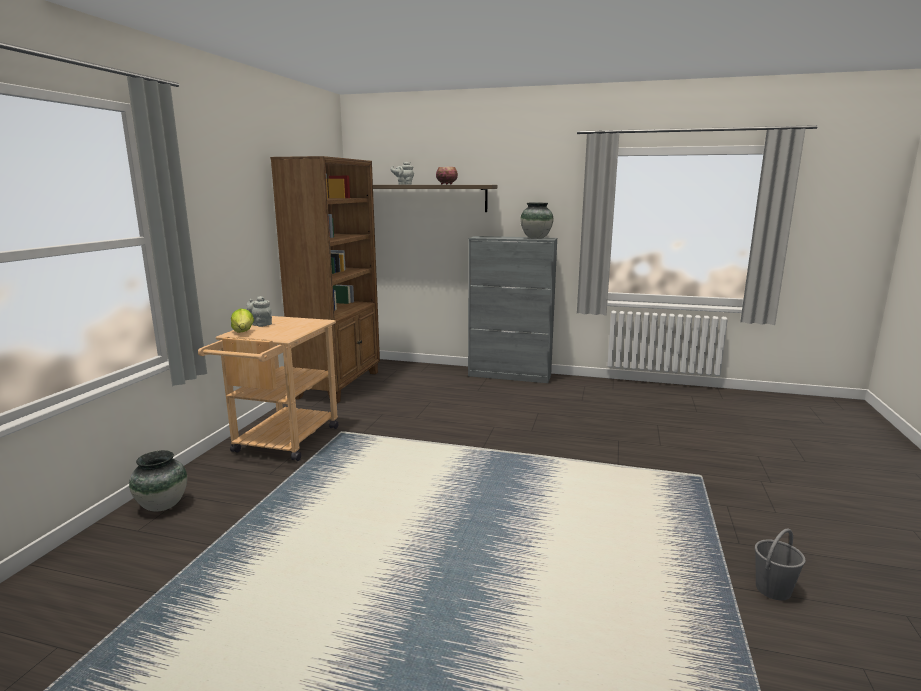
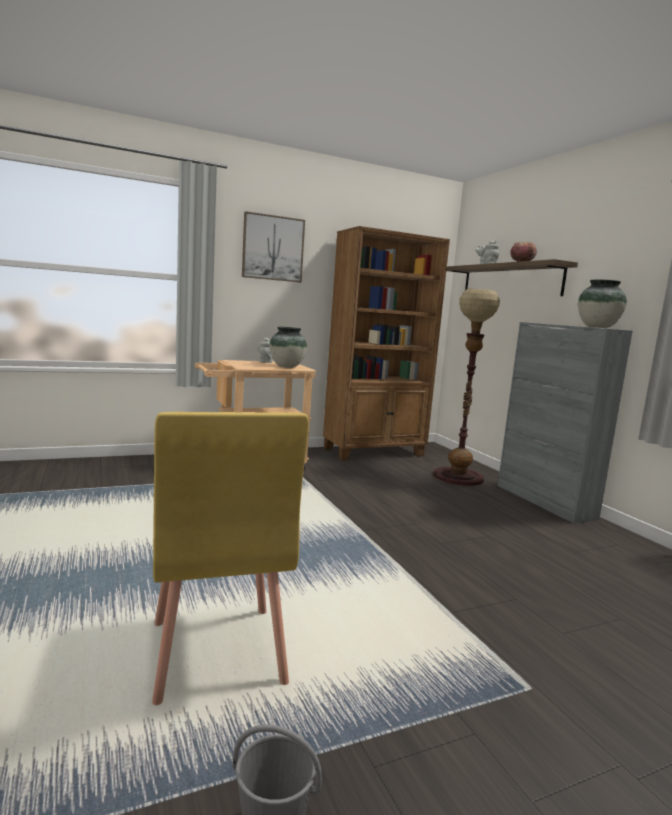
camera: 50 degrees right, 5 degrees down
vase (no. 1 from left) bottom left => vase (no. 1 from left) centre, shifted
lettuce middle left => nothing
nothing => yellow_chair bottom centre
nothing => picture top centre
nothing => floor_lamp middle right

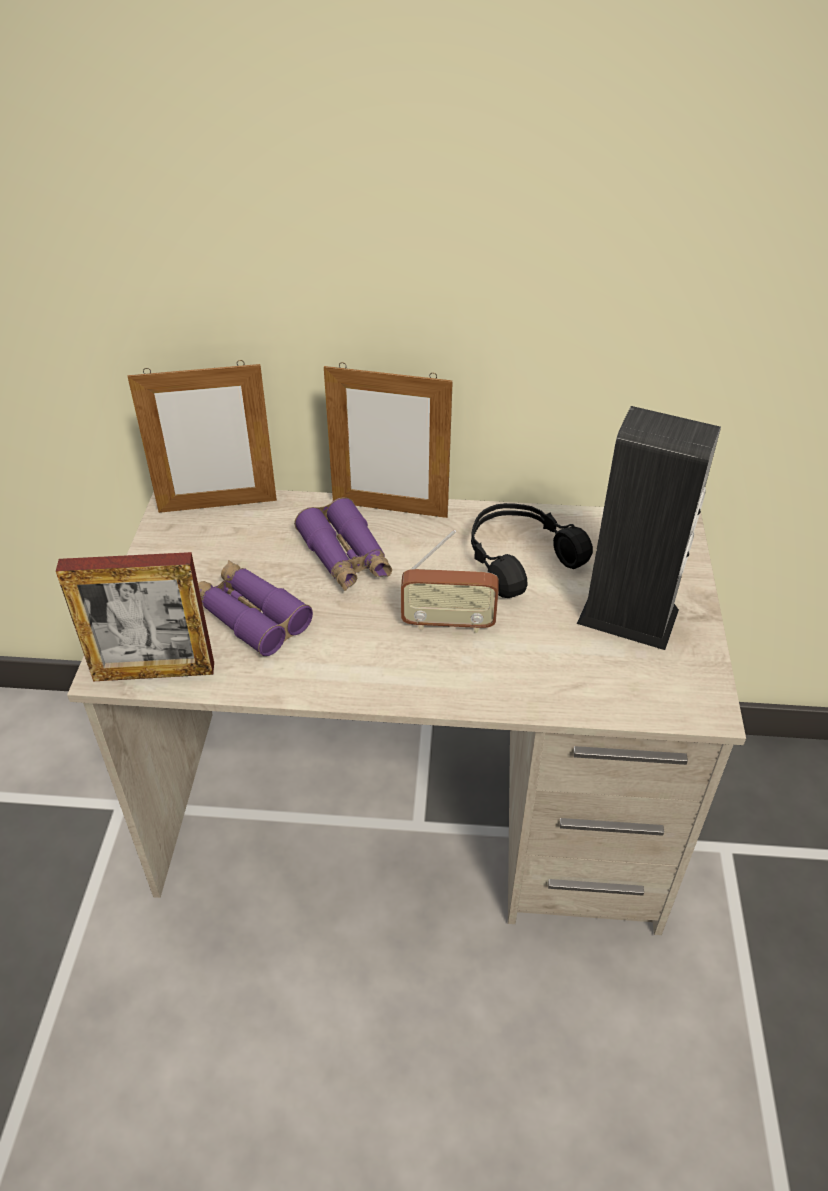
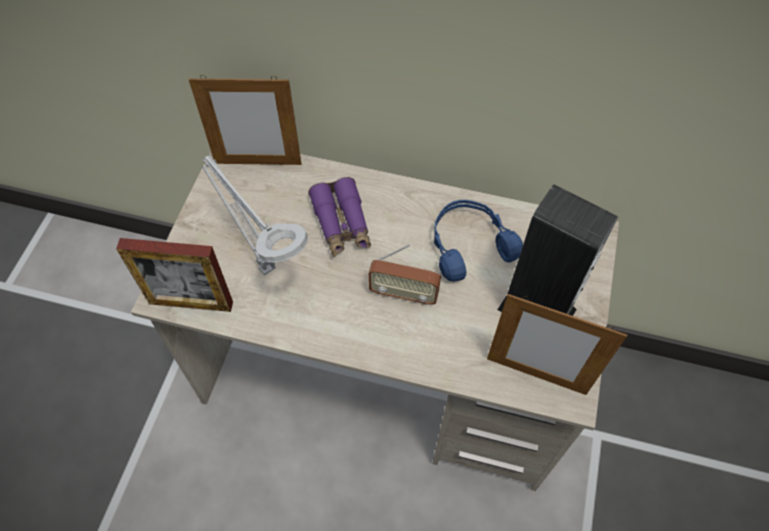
camera: 10 degrees right, 15 degrees up
purple_binoculars (no. 1 from left) middle left => grey_table_lamp middle left
picture_frame (no. 3 from left) centre => picture_frame (no. 3 from left) middle right, shifted
black_headphones centre => blue_headphones centre

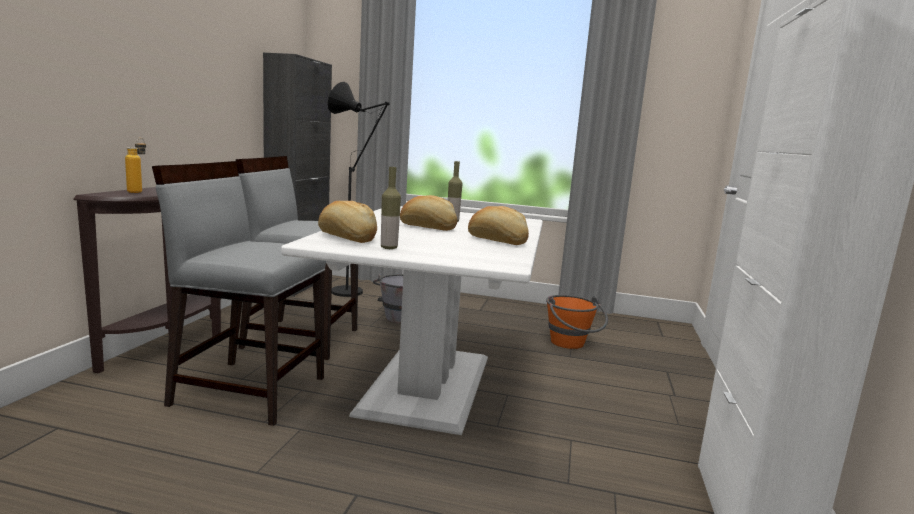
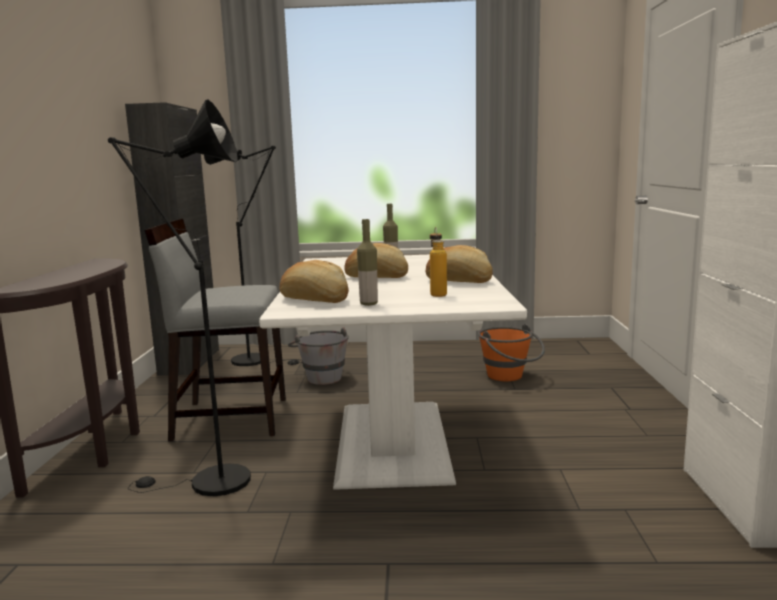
camera: 10 degrees left, 0 degrees up
bottle (no. 1 from left in the first image) top left => bottle (no. 3 from left) centre, shifted
grey_chair (no. 1 from left) middle left => black_floor_lamp (no. 1 from left) middle left

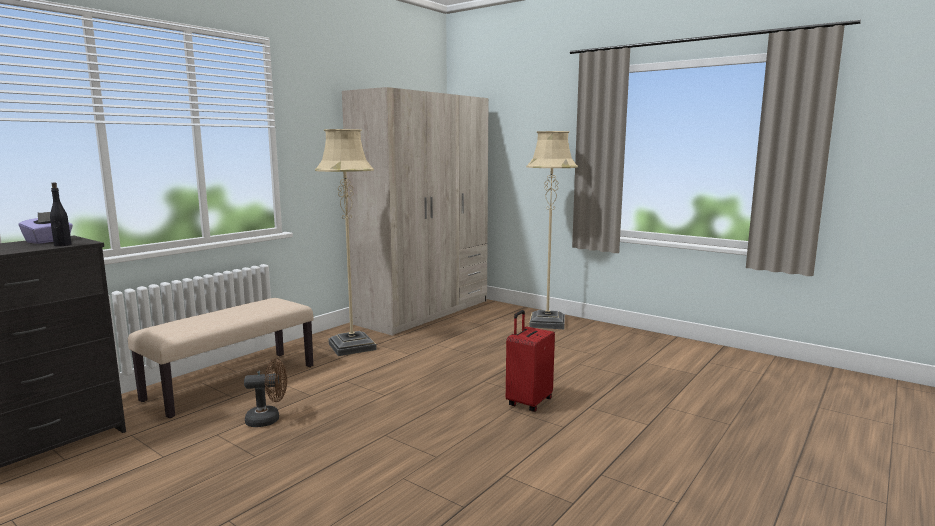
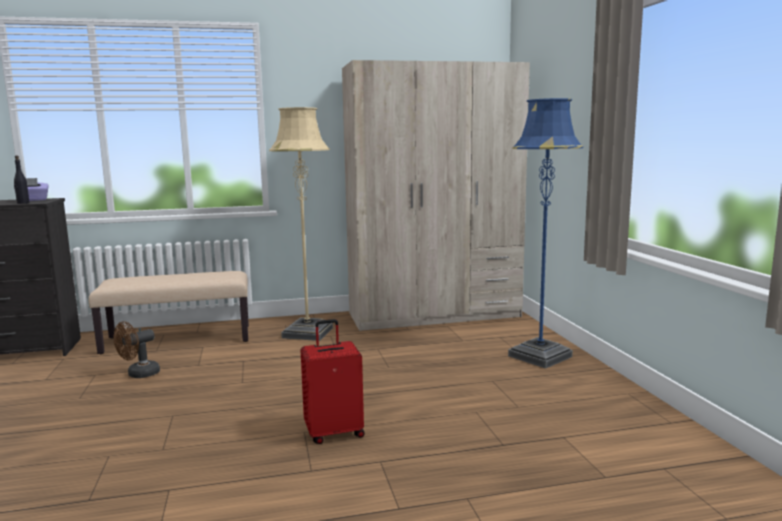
camera: 40 degrees right, 0 degrees up
brown_fan bottom left, 105 degrees clockwise
beige_floor_lamp (no. 2 from left) centre => blue_floor_lamp middle right

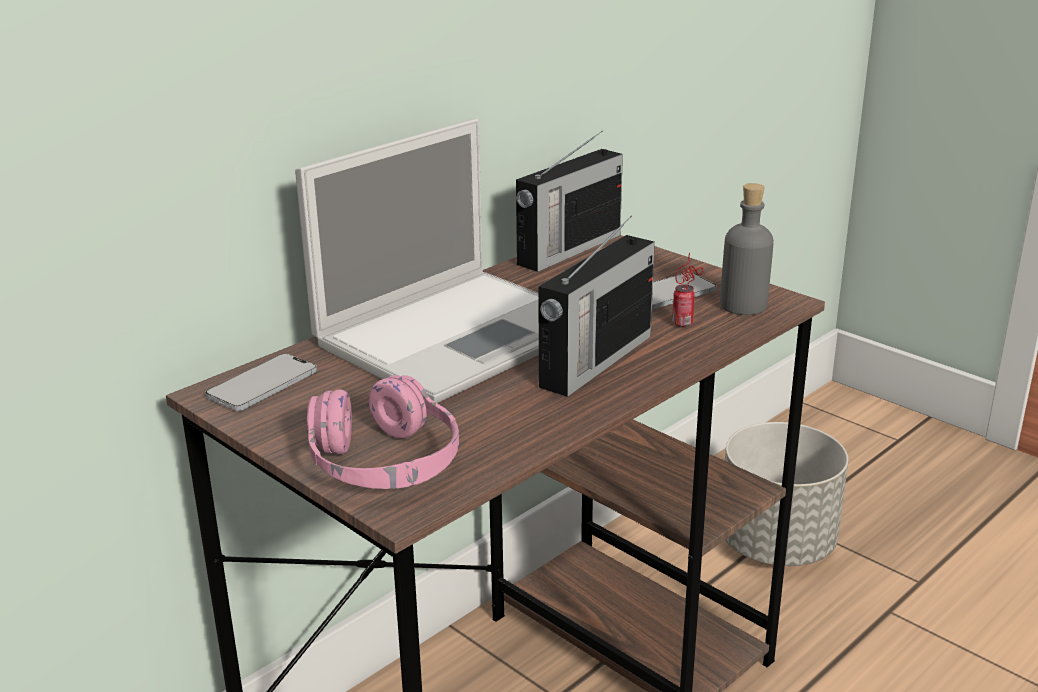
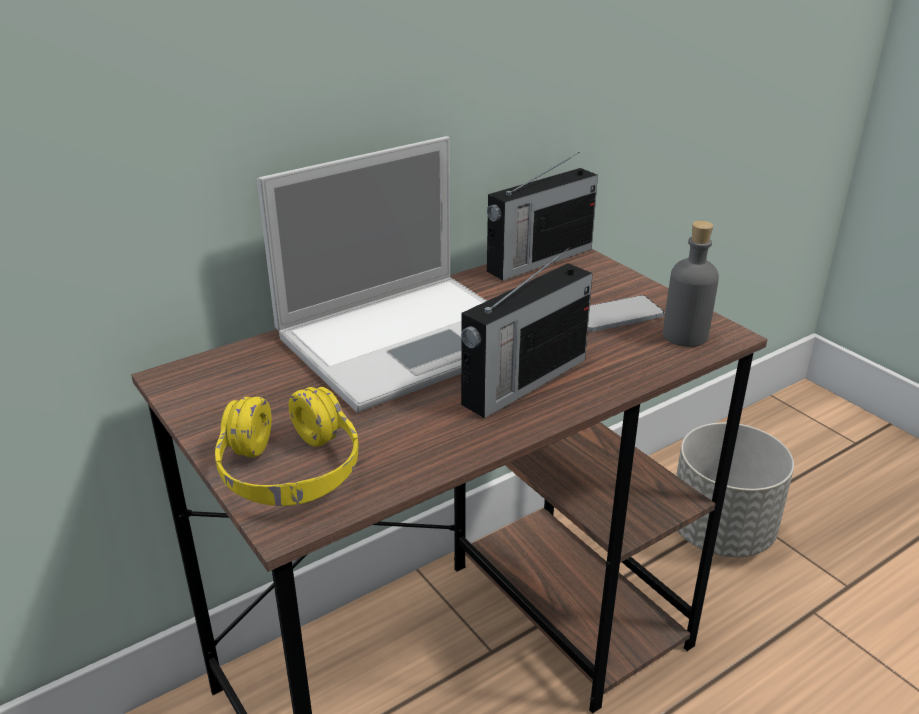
camera: 10 degrees right, 5 degrees up
phone (no. 1 from left) middle left => nothing
pink_headphones centre => yellow_headphones middle left
can centre => nothing

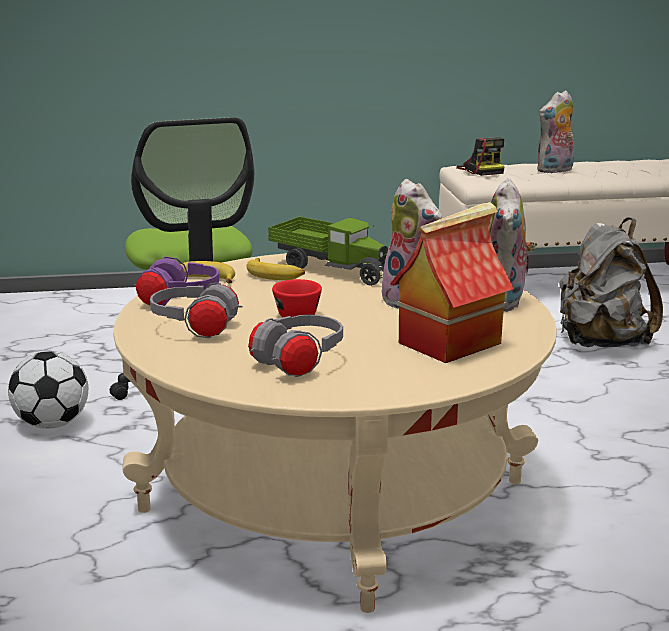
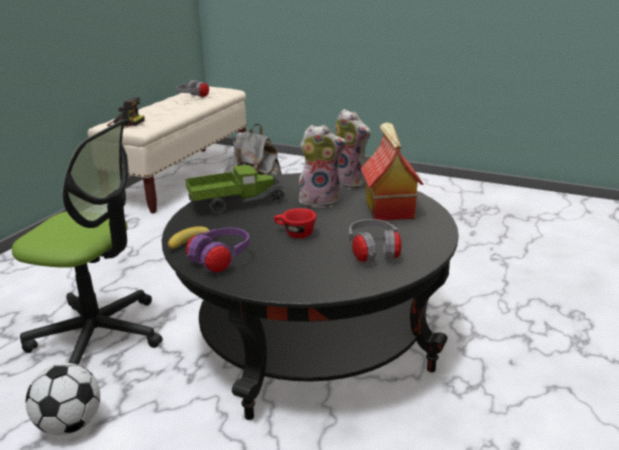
camera: 55 degrees left, 5 degrees up
beige_coffee_table bottom centre => black_coffee_table centre
grey_headphones (no. 1 from left) middle left => grey_headphones (no. 1 from left) top left, shifted
banana (no. 2 from left) centre => nothing
plush_toy (no. 3 from left) top right => nothing

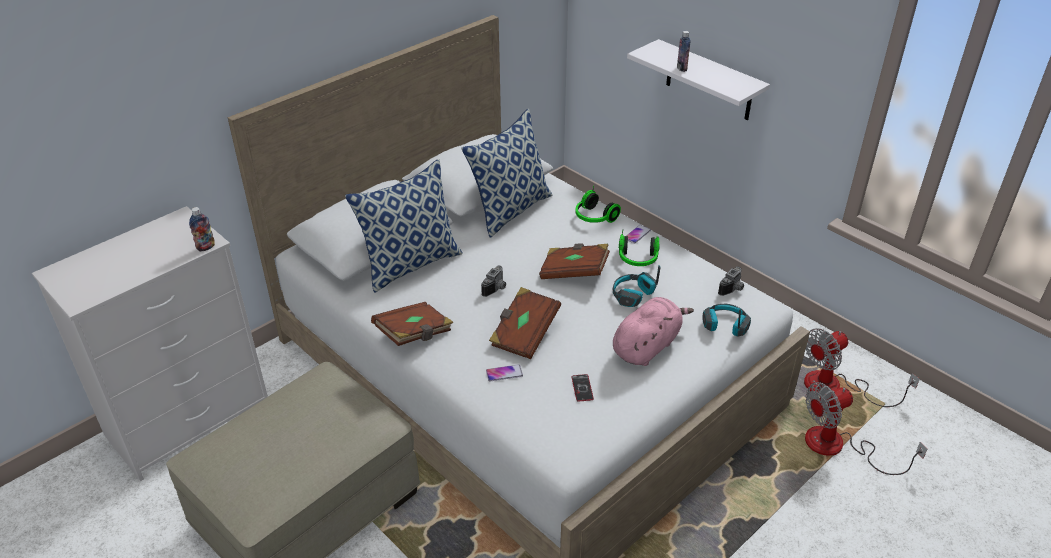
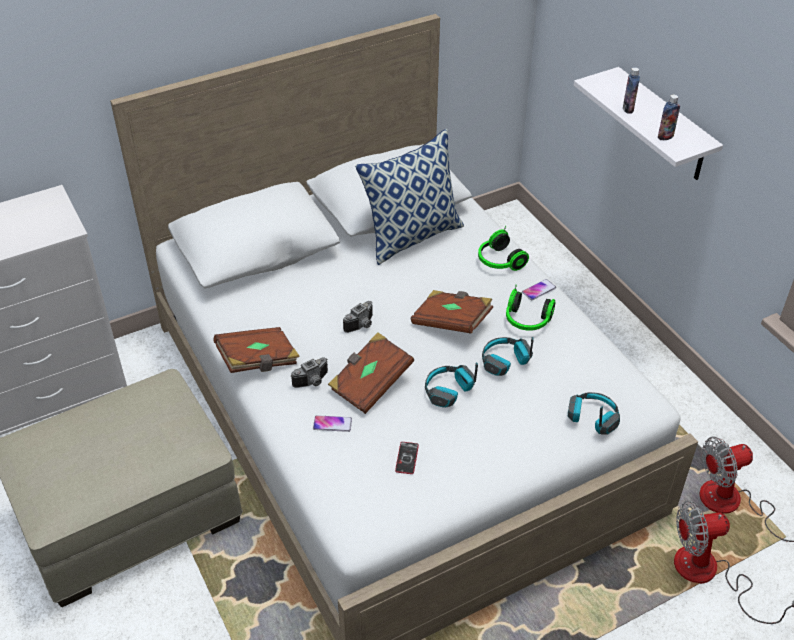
camera: 15 degrees right, 5 degrees up
bottle (no. 1 from left in the first image) middle left => bottle (no. 2 from left) top right, shifted
pillow (no. 1 from left) centre => nothing
pink_plush_toy centre => nothing
photo_camera (no. 2 from left in the first image) middle right => photo_camera (no. 1 from left) centre, shifted
nothing => headphones (no. 1 from left) centre

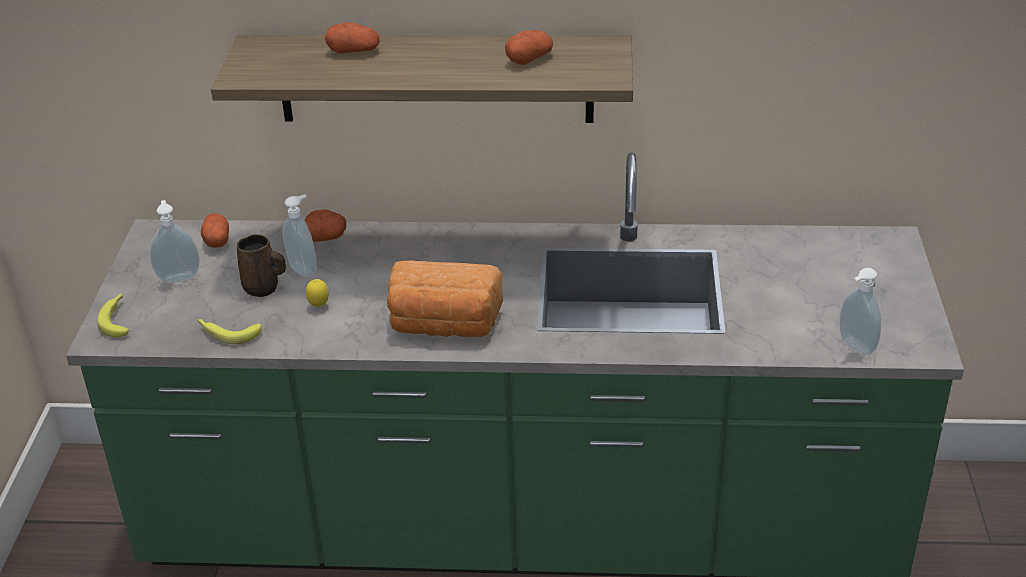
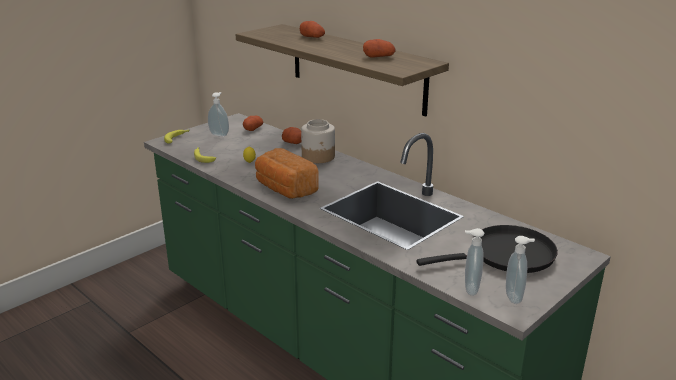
camera: 40 degrees right, 10 degrees down
brown_mug middle left => nothing
soap_dispenser (no. 2 from left in the first image) middle left => soap_dispenser (no. 3 from left) bottom right, shifted
nothing => jar centre
nothing => black_frying_pan middle right

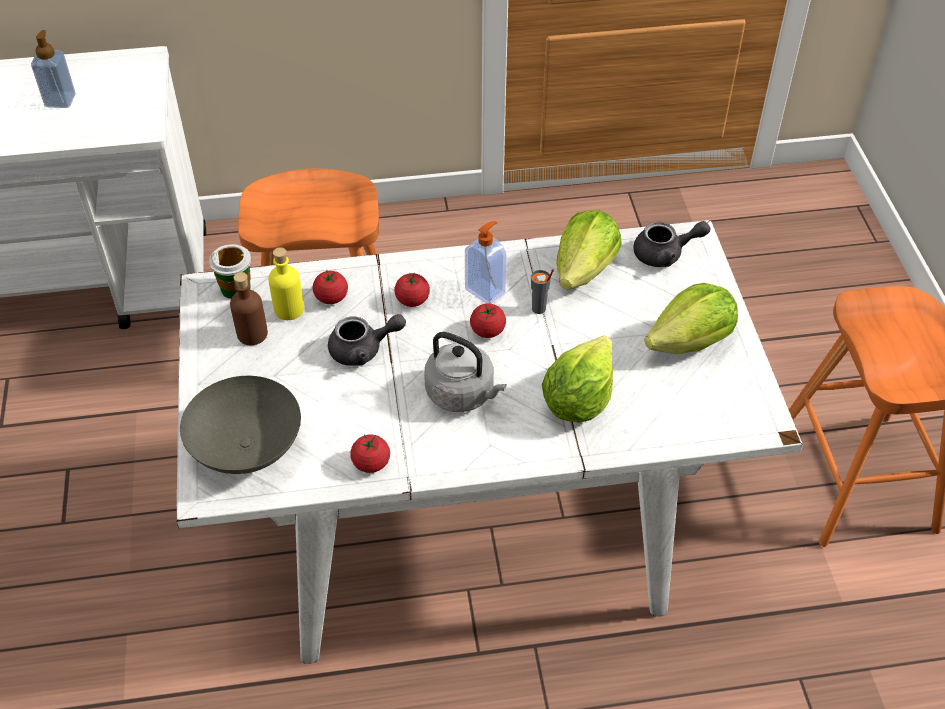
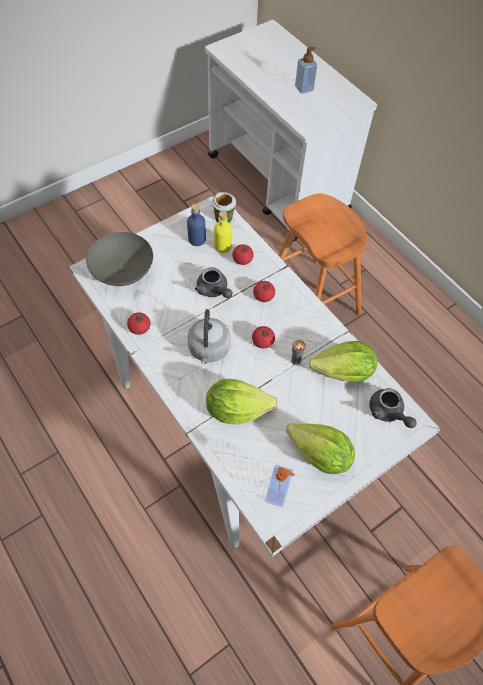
camera: 60 degrees right, 10 degrees up
brown_bottle middle left => blue_bottle top centre
soap_dispenser (no. 2 from left in the first image) centre => soap_dispenser (no. 1 from left) bottom centre, shifted

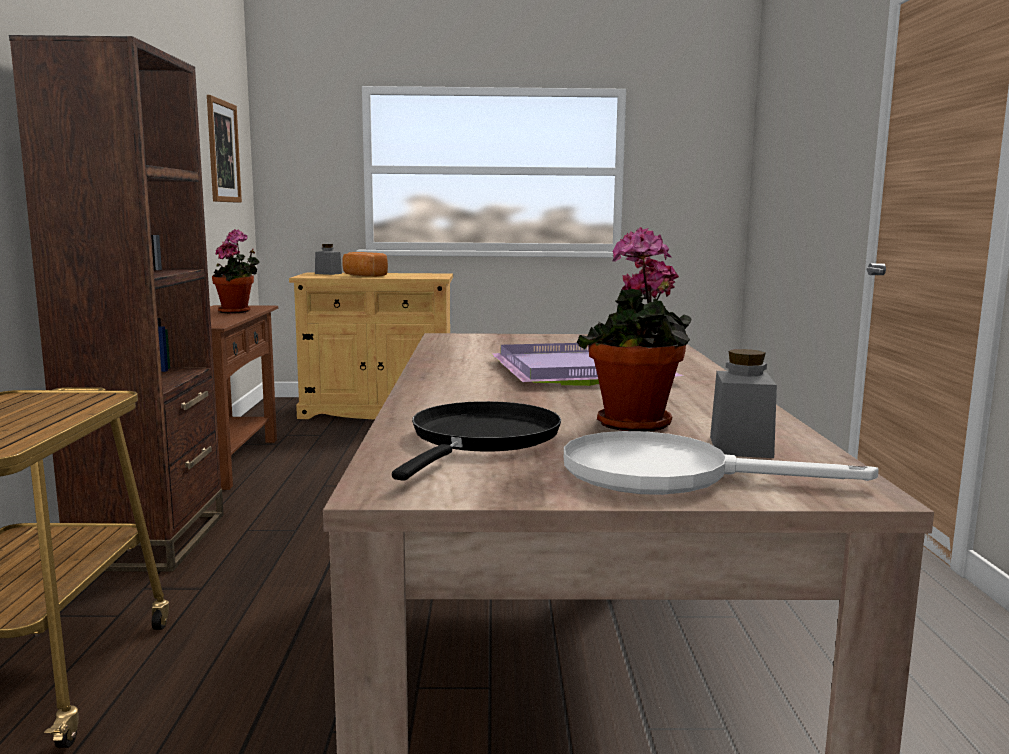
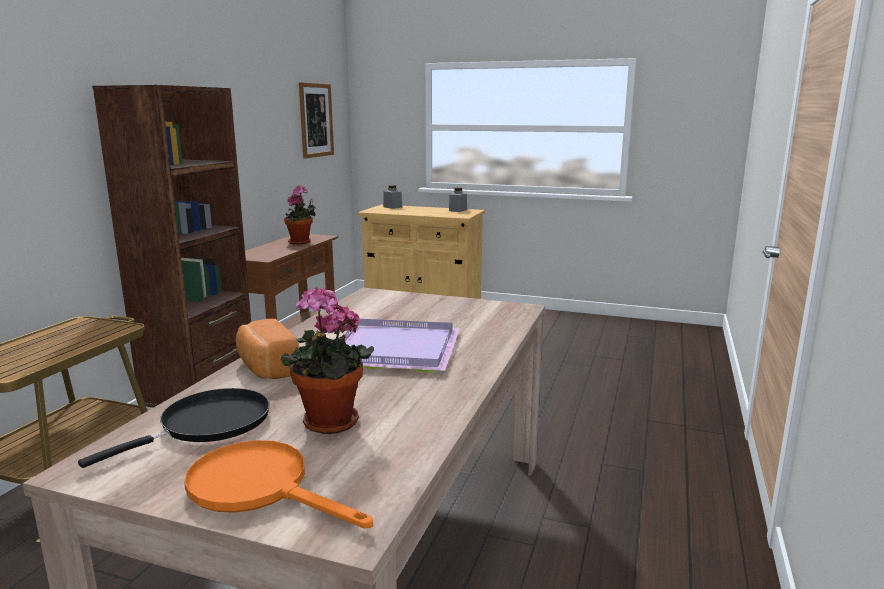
camera: 20 degrees right, 5 degrees up
bread centre => bread middle left, shifted
white_frying_pan middle right => orange_frying_pan bottom left
grey_jar (no. 2 from left) middle right => grey_jar (no. 2 from left) centre, shifted

